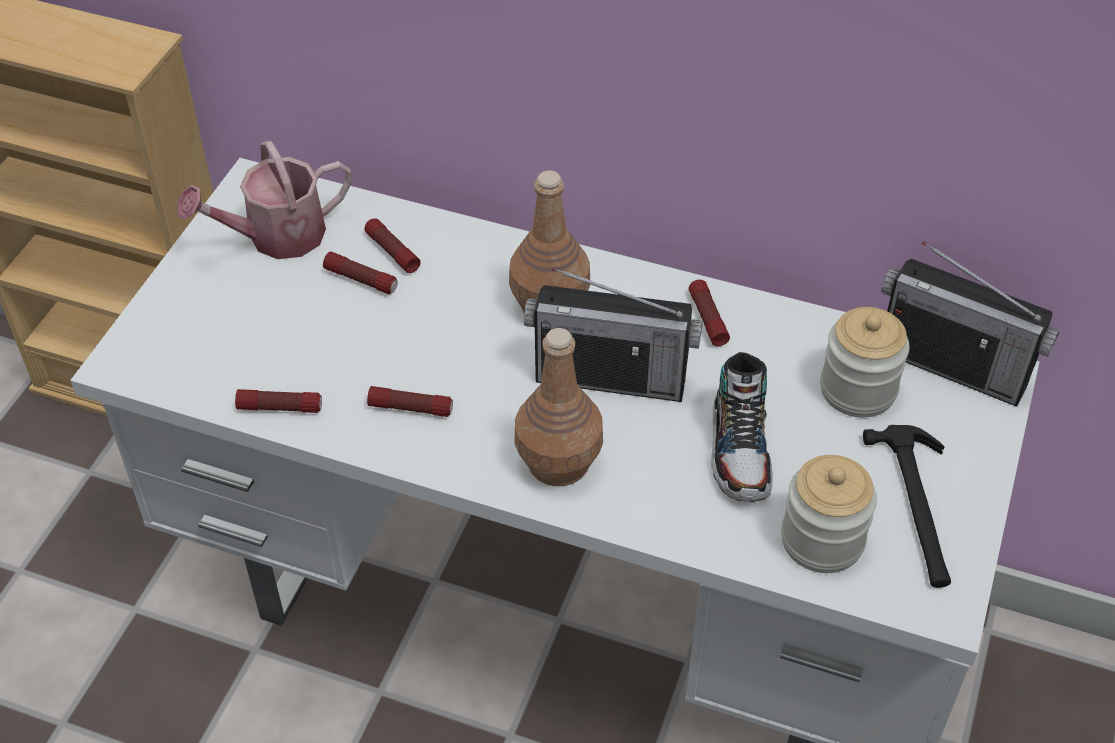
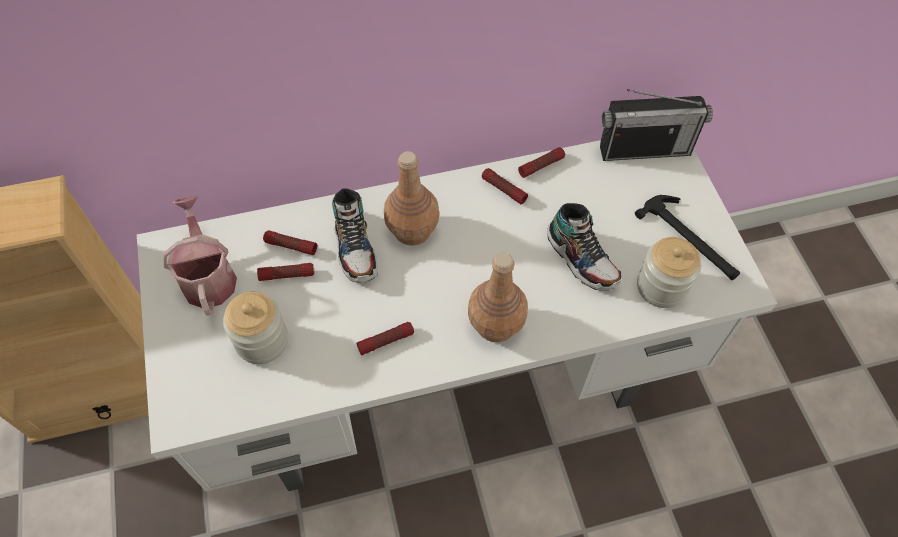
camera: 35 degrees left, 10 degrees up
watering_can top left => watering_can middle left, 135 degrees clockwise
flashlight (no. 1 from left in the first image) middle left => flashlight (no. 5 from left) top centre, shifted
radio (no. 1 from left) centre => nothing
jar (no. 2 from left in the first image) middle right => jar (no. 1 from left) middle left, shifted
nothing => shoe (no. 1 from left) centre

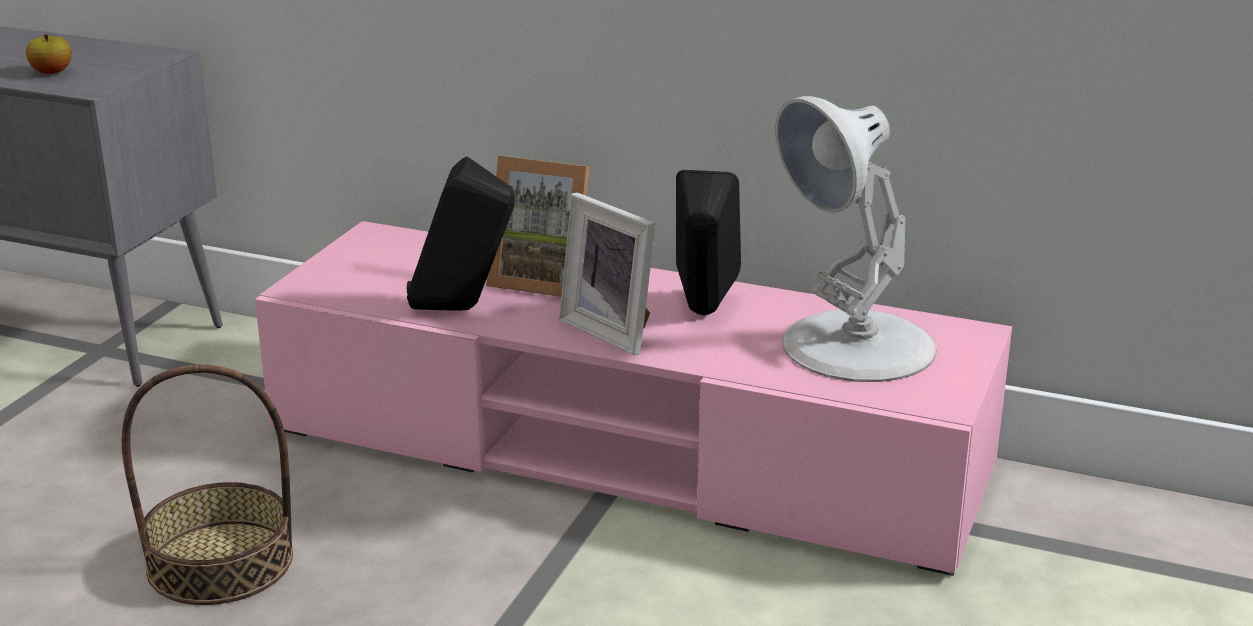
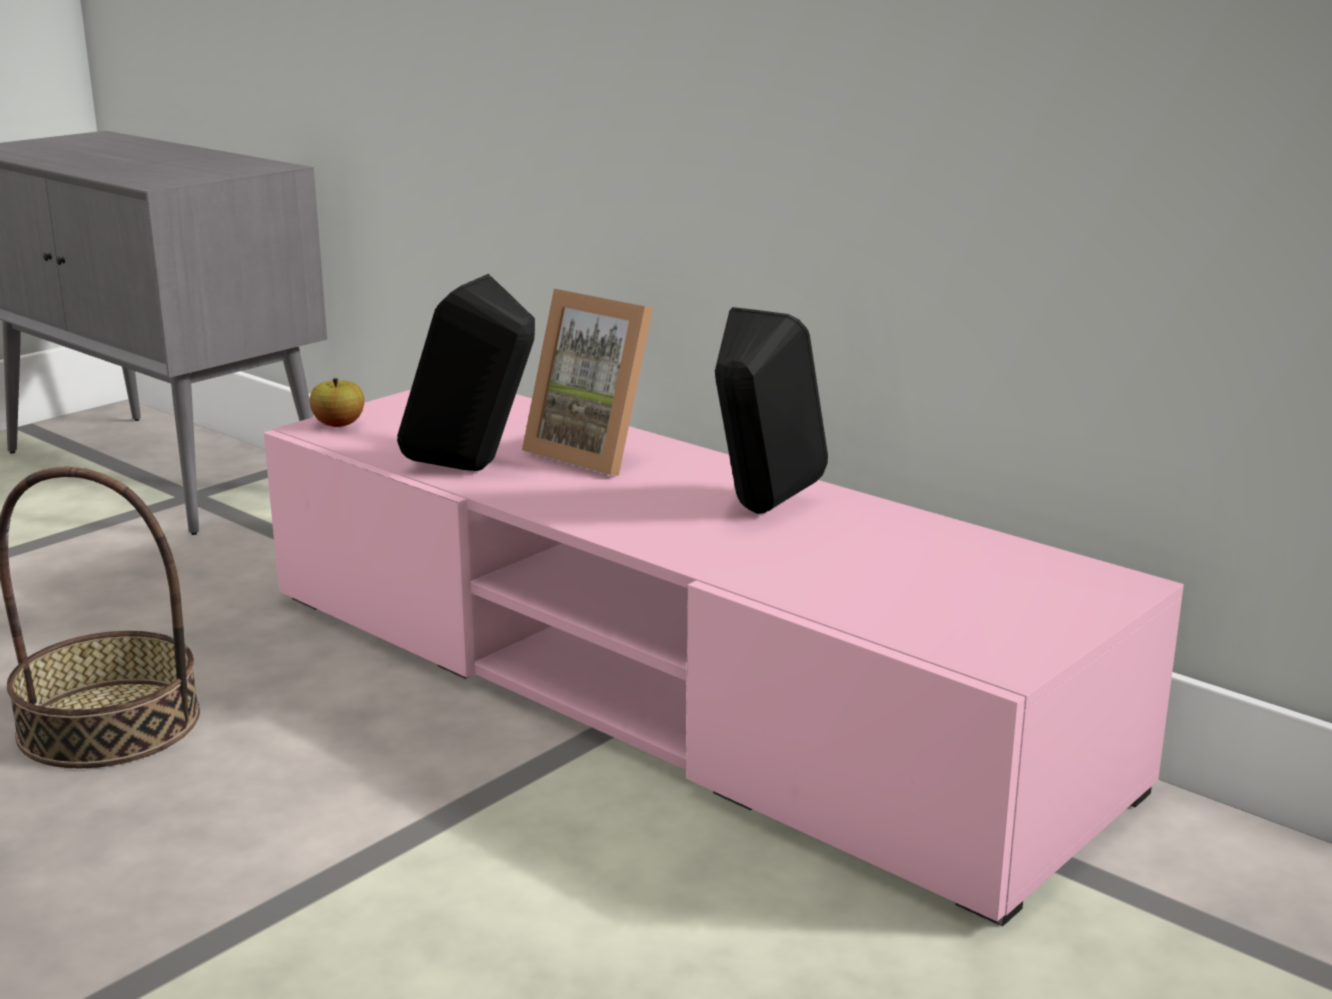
camera: 20 degrees right, 5 degrees down
apple top left => apple middle left, shifted
picture_frame (no. 2 from left) centre => nothing
white_table_lamp middle right => nothing

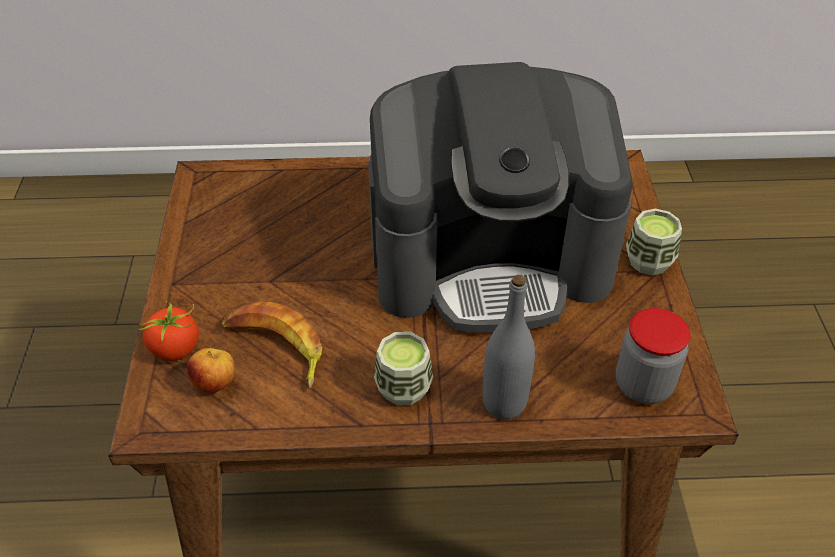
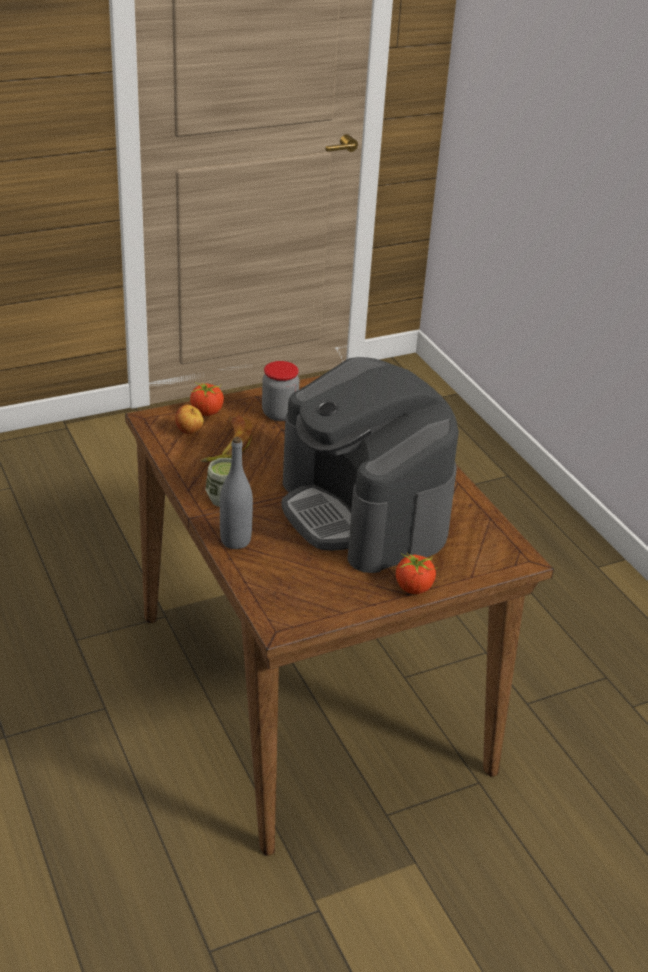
camera: 65 degrees right, 10 degrees down
jar middle right => jar centre, shifted
cup (no. 2 from left) middle right => tomato (no. 2 from left) centre

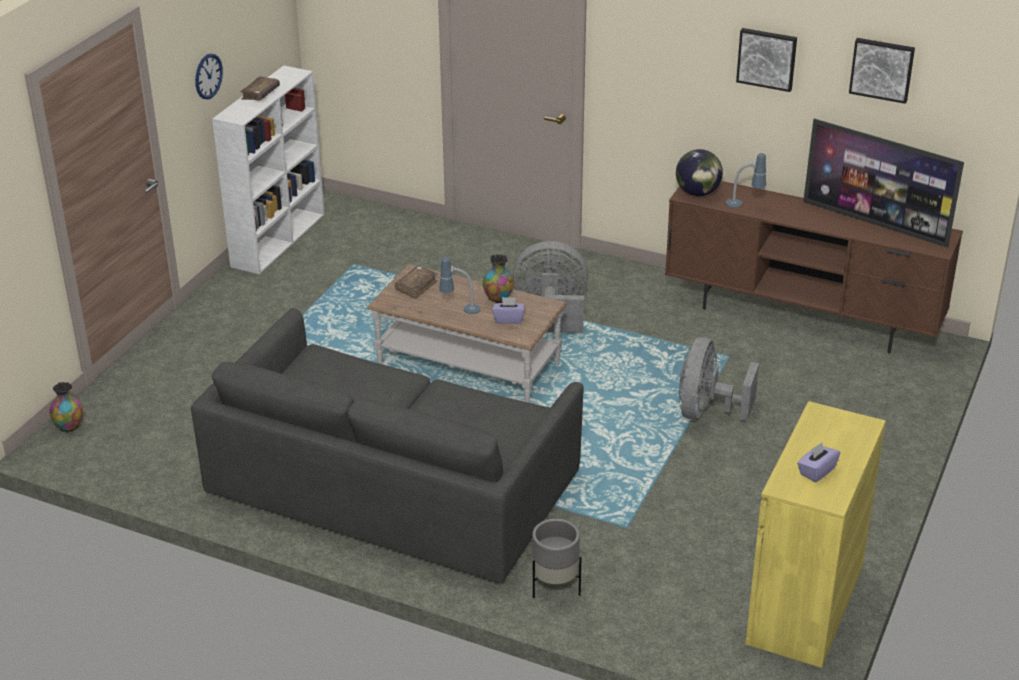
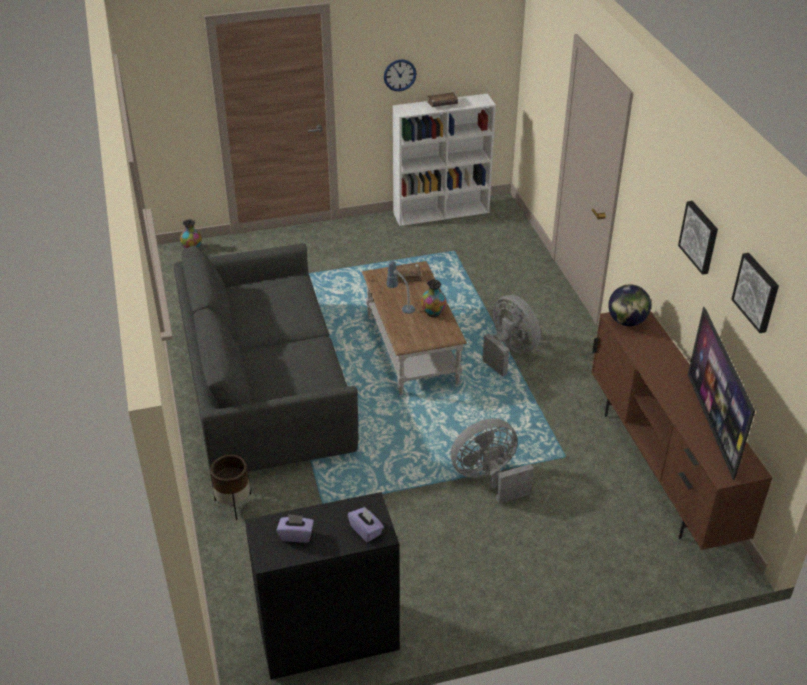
camera: 50 degrees right, 5 degrees up
purple_tissue_box (no. 1 from left in the first image) centre => purple_tissue_box (no. 2 from left) bottom centre, shifted
grey_planter bottom centre => brown_planter bottom left
table_lamp (no. 2 from left) top right => nothing
yellow_cabinet bottom right => black_cabinet bottom centre

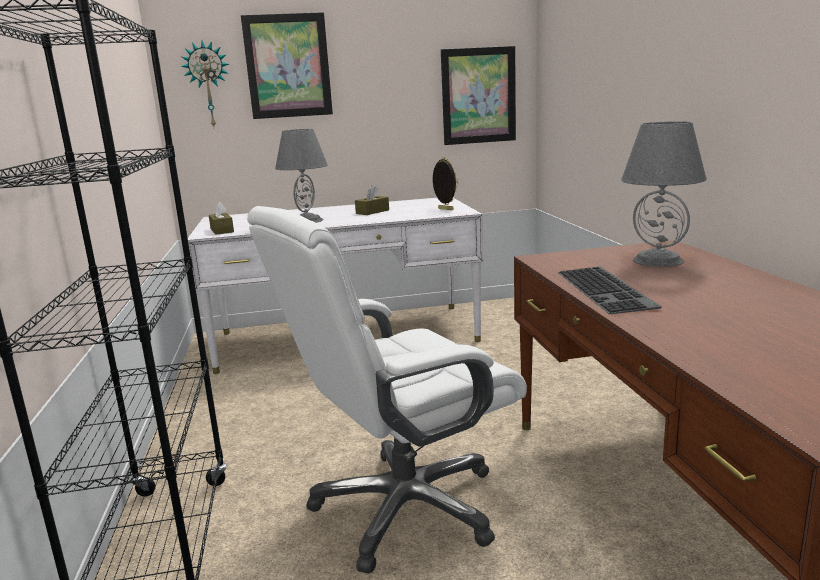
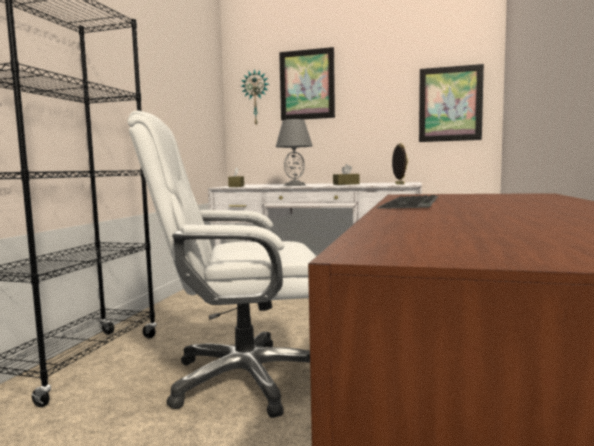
camera: 25 degrees right, 10 degrees down
grey_table_lamp (no. 2 from left) middle right => nothing

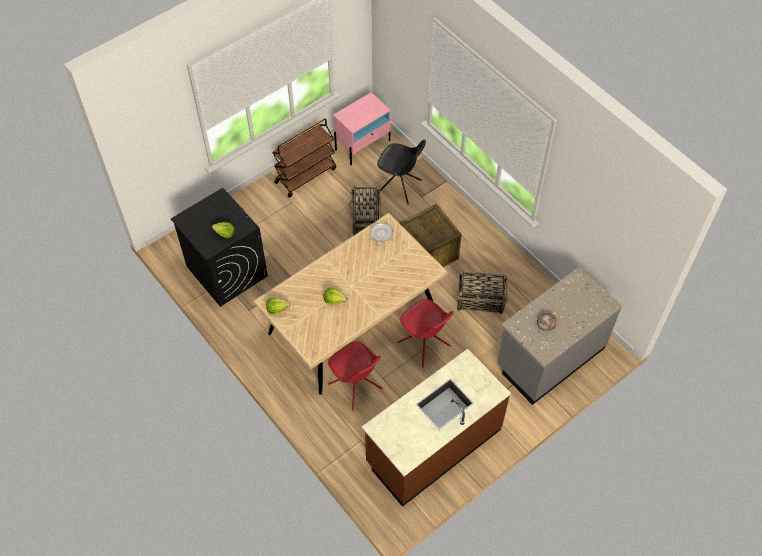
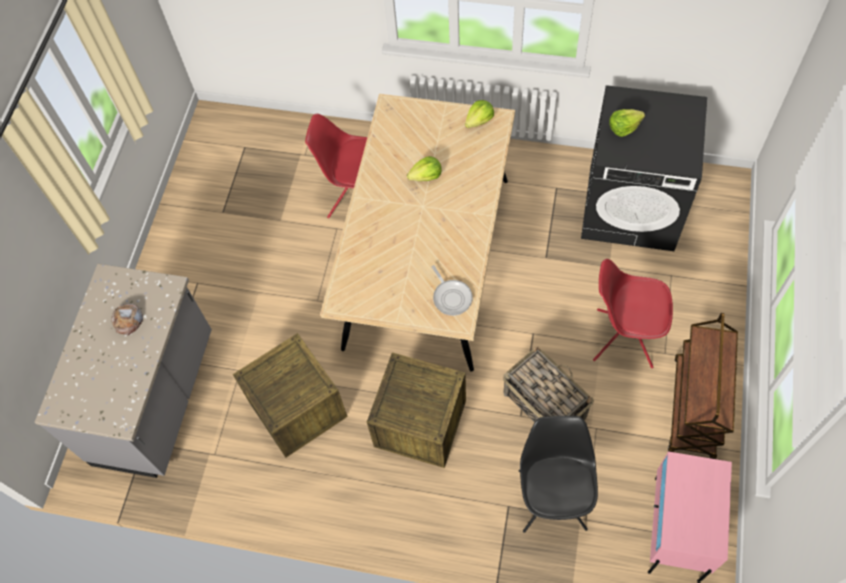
camera: 145 degrees right, 5 degrees up
brown_counter bottom centre => nothing
black_chair top centre => black_chair bottom centre, 105 degrees clockwise
red_chair (no. 2 from left) centre => red_chair (no. 2 from left) middle right, shifted
basket (no. 2 from left) centre => crate (no. 1 from left) bottom centre

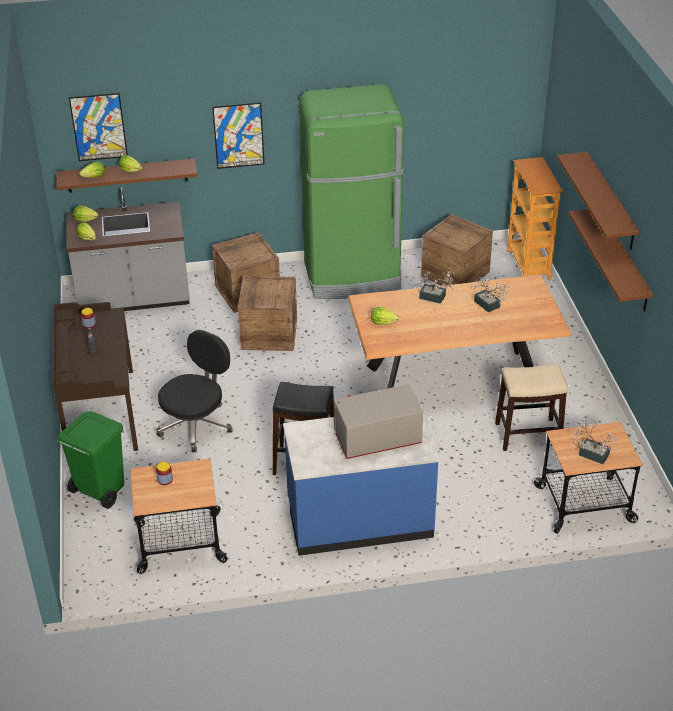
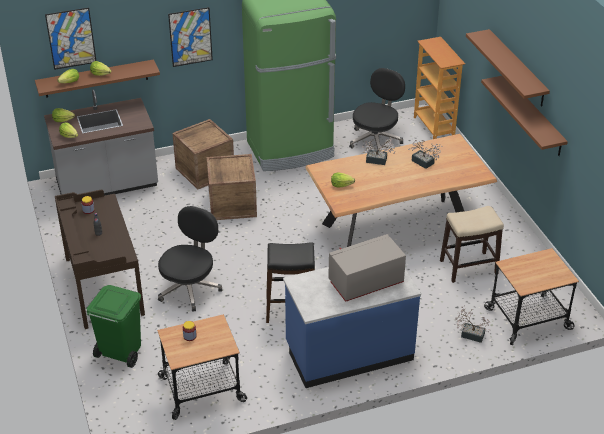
camera: 10 degrees left, 0 degrees up
crate (no. 3 from left) middle right => black_office_chair (no. 2 from left) top centre
potted_plant (no. 3 from left) middle right => potted_plant (no. 3 from left) bottom right, shifted

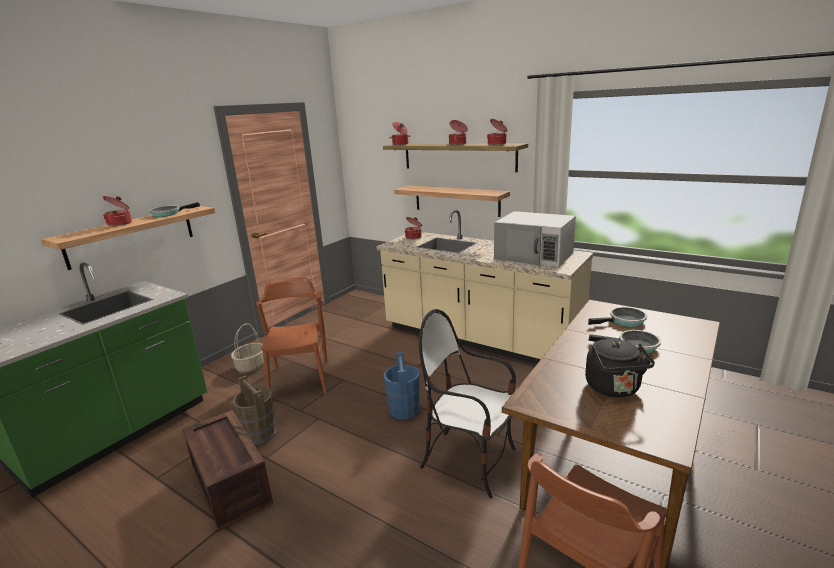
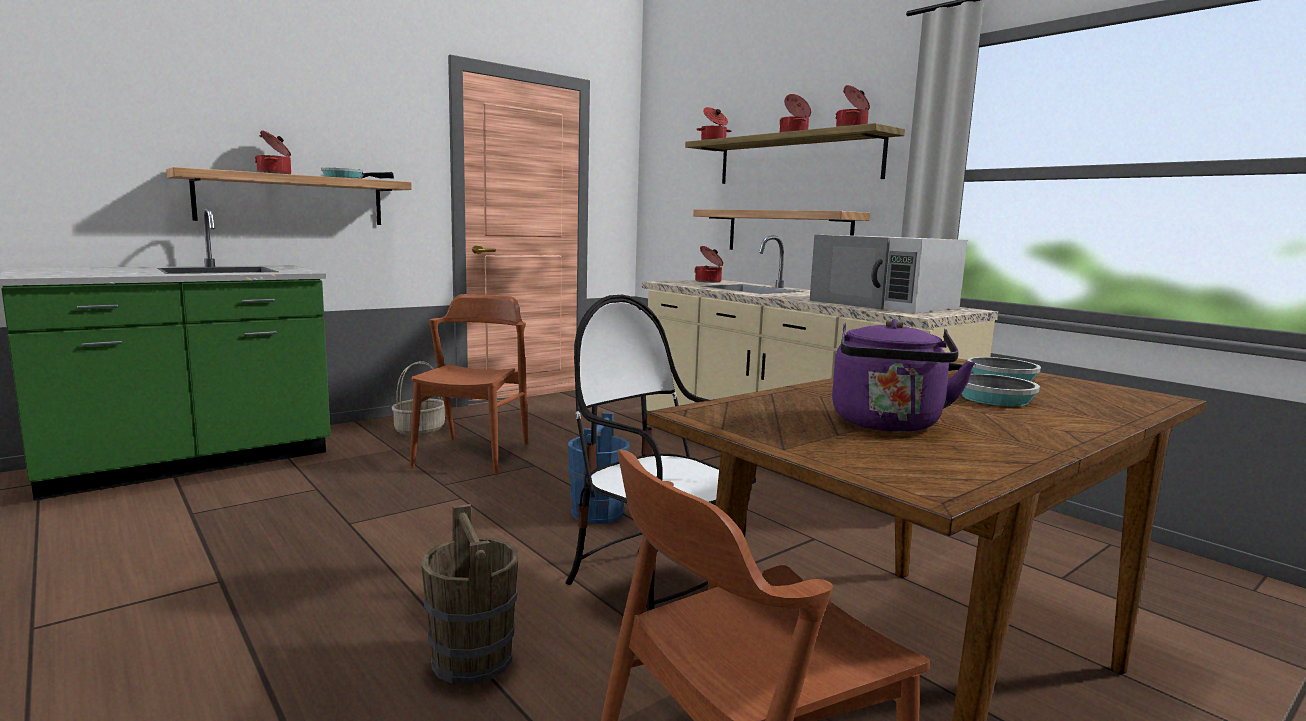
camera: 15 degrees right, 10 degrees down
crate bottom left => nothing
brown_bucket bottom left => brown_bucket bottom centre, shifted
black_kettle middle right => purple_kettle middle right

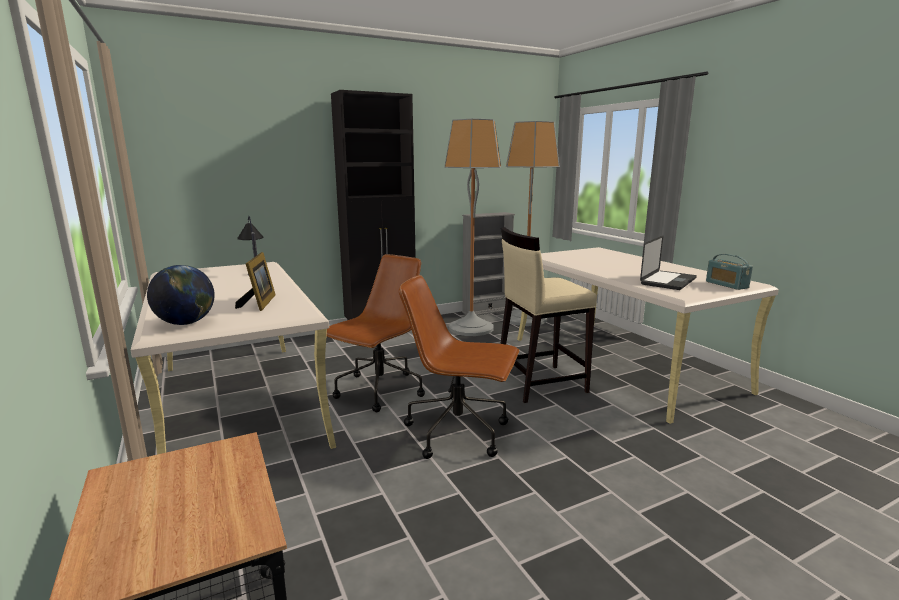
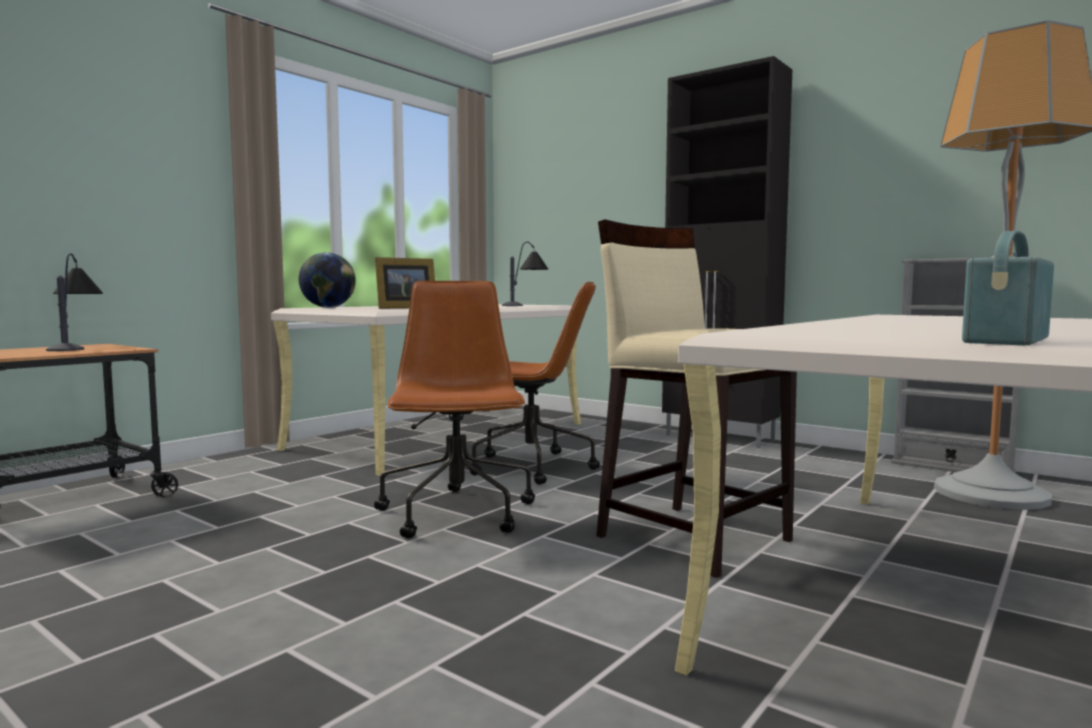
camera: 65 degrees right, 10 degrees down
floor_lamp (no. 1 from left) centre => nothing
laptop middle right => nothing
nothing => table_lamp (no. 1 from left) middle left

